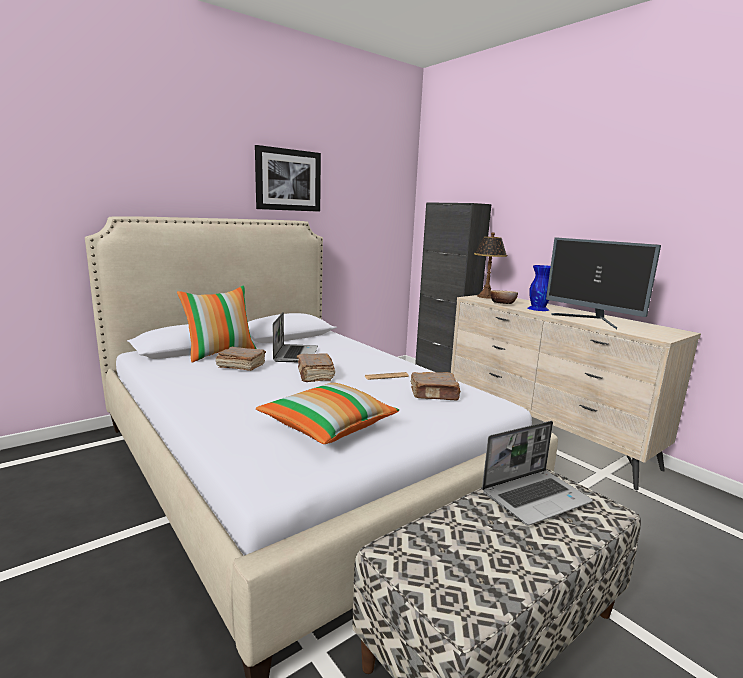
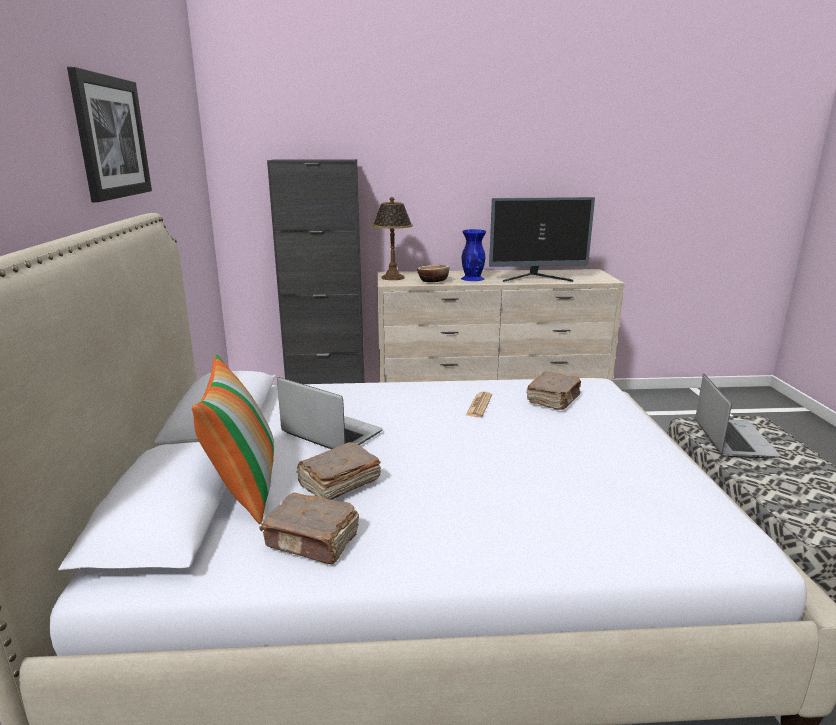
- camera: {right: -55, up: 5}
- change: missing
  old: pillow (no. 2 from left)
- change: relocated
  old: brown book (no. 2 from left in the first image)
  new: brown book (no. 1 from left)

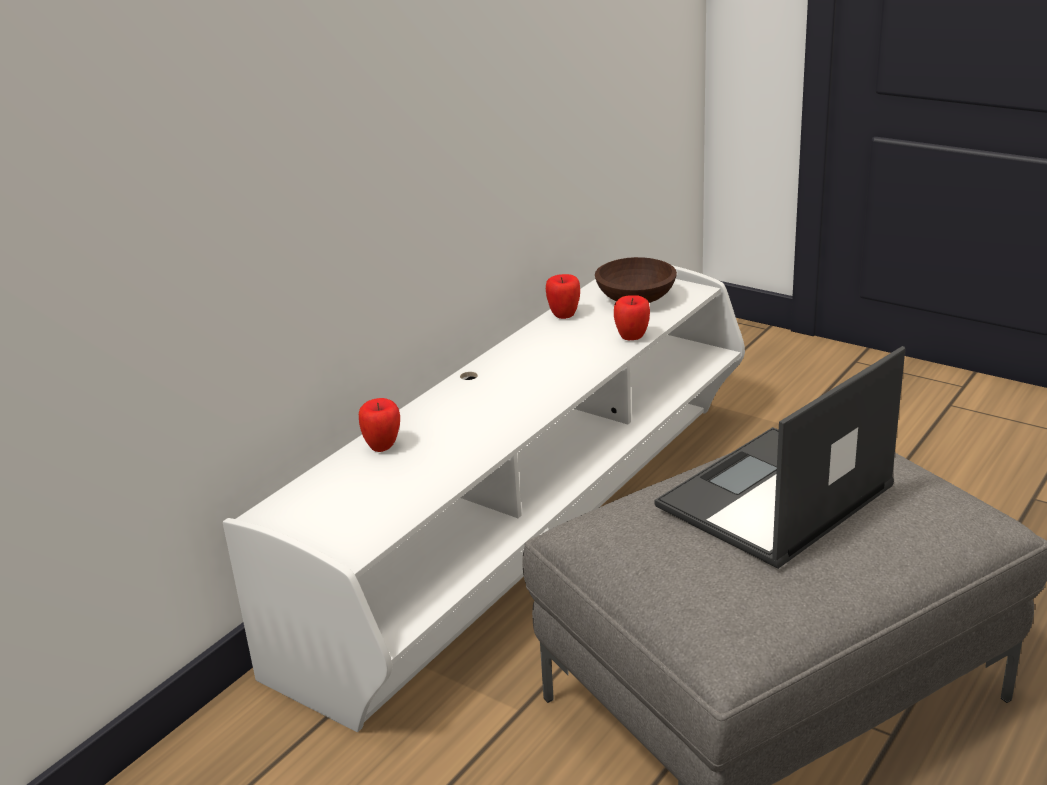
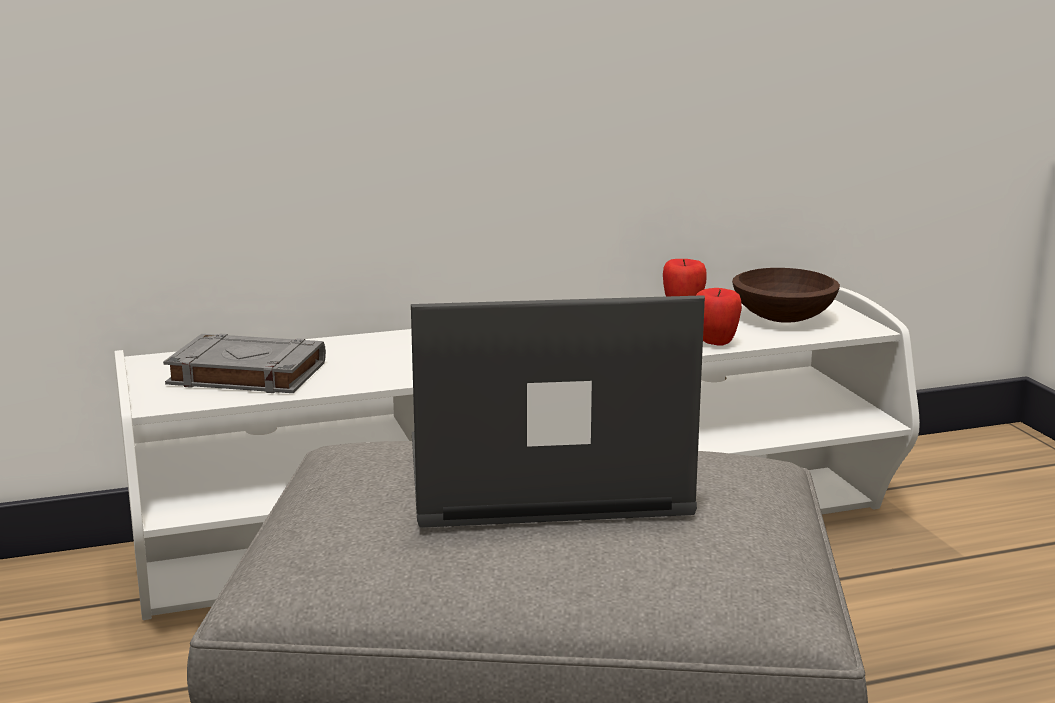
- camera: {right: 35, up: -10}
- change: missing
  old: apple (no. 1 from left)
- change: appeared
  new: grey book

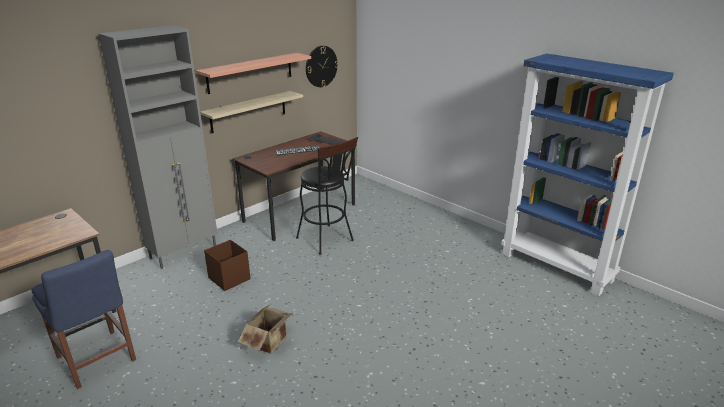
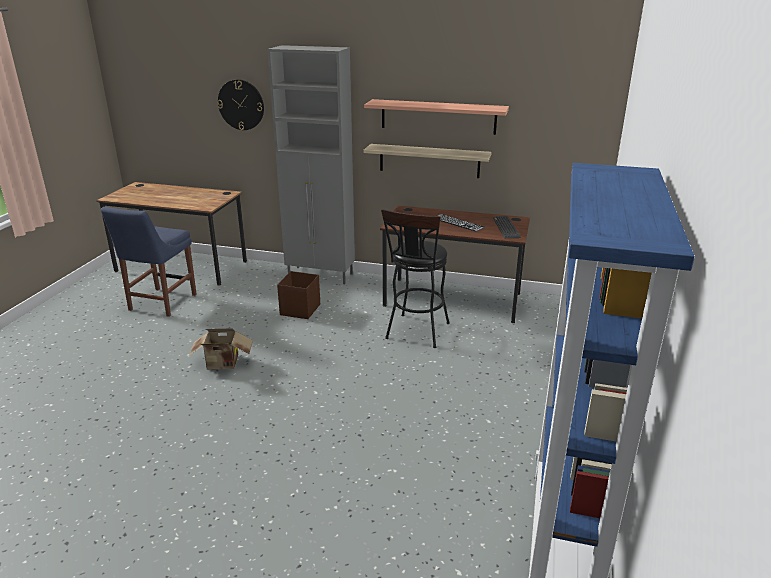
- camera: {right: 60, up: 0}
- change: relocated
  old: wall clock

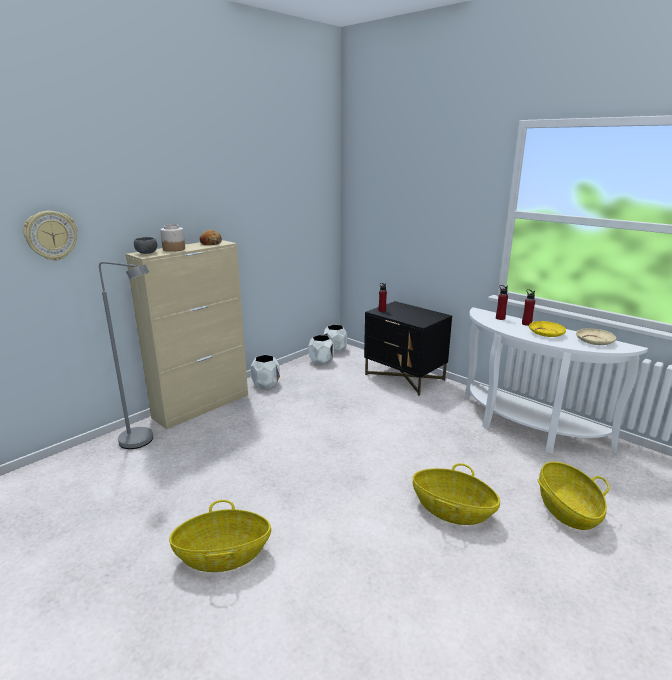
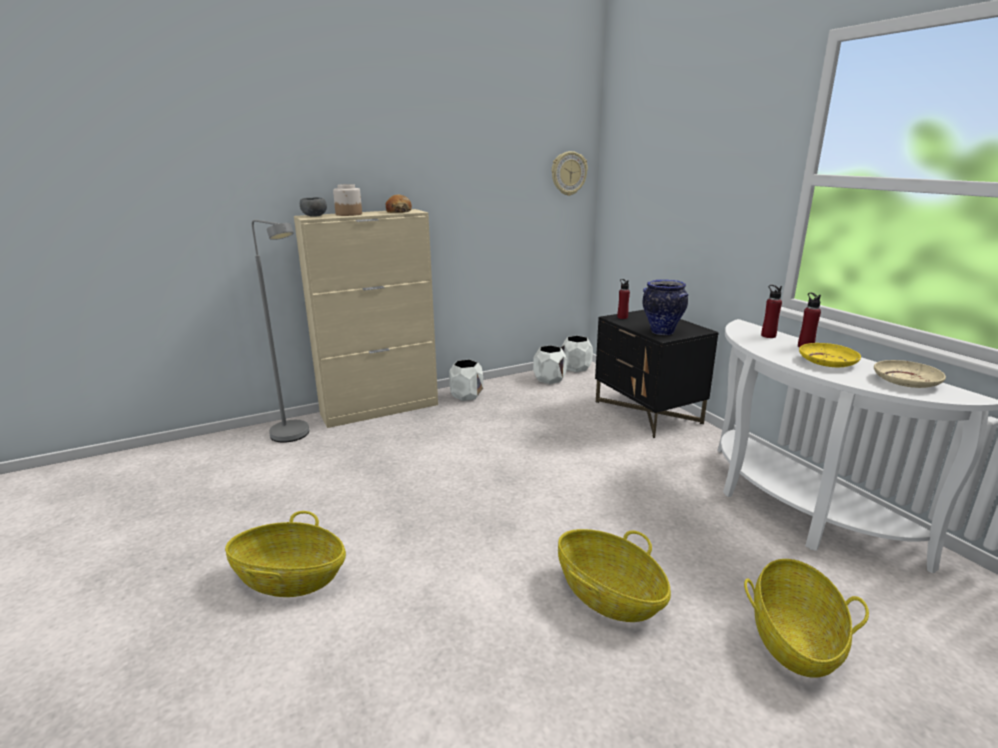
- camera: {right: 20, up: 0}
- change: appeared
  new: vase
- change: relocated
  old: wall clock

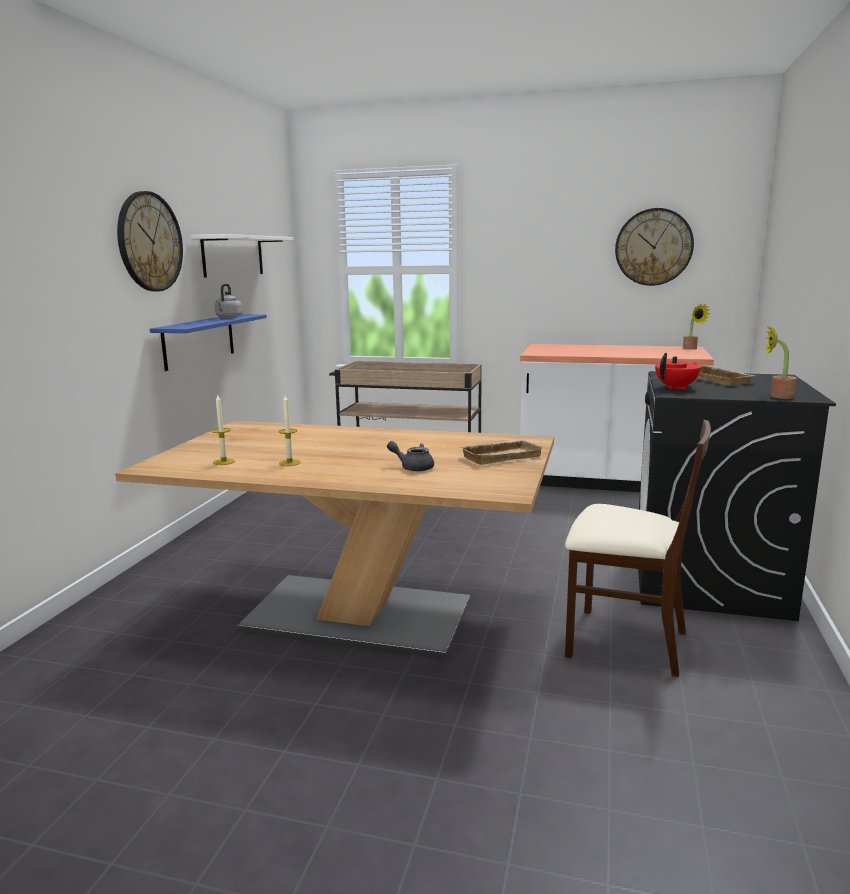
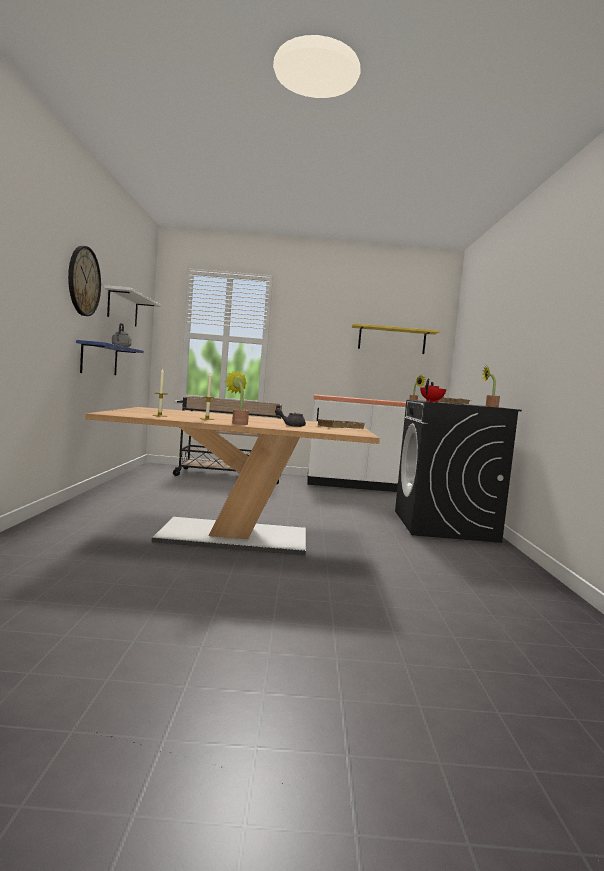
- camera: {right: -15, up: -10}
- change: missing
  old: beige chair
- change: appeared
  new: potted plant (no. 1 from left)
- change: exchanged
  old: wall clock (no. 2 from left)
  new: yellow shelf

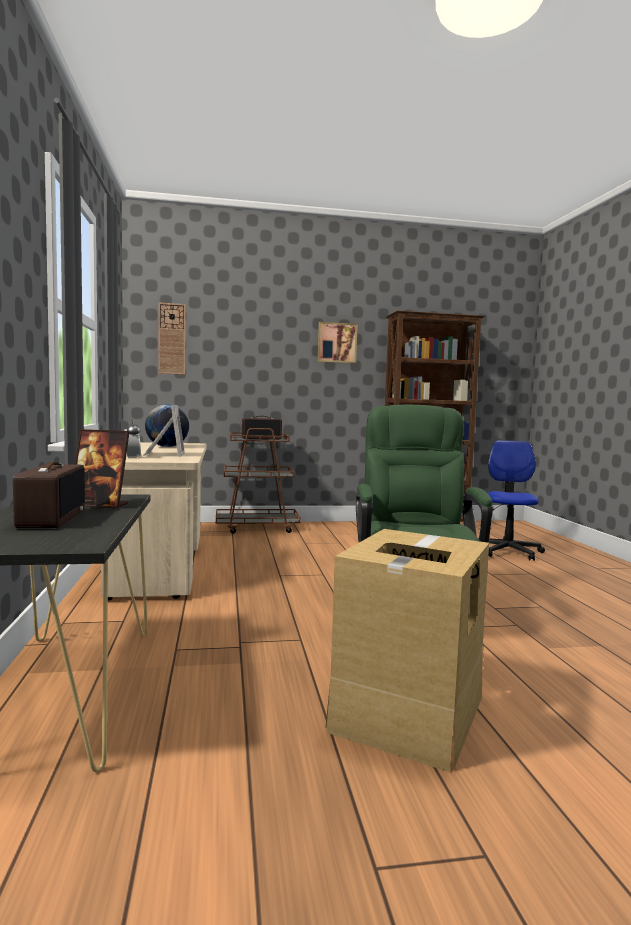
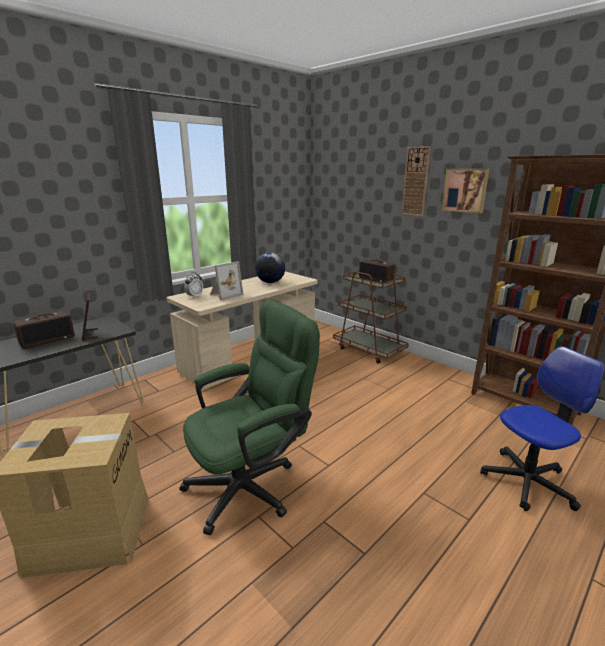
- camera: {right: 55, up: 15}
- change: relocated
  old: wall clock

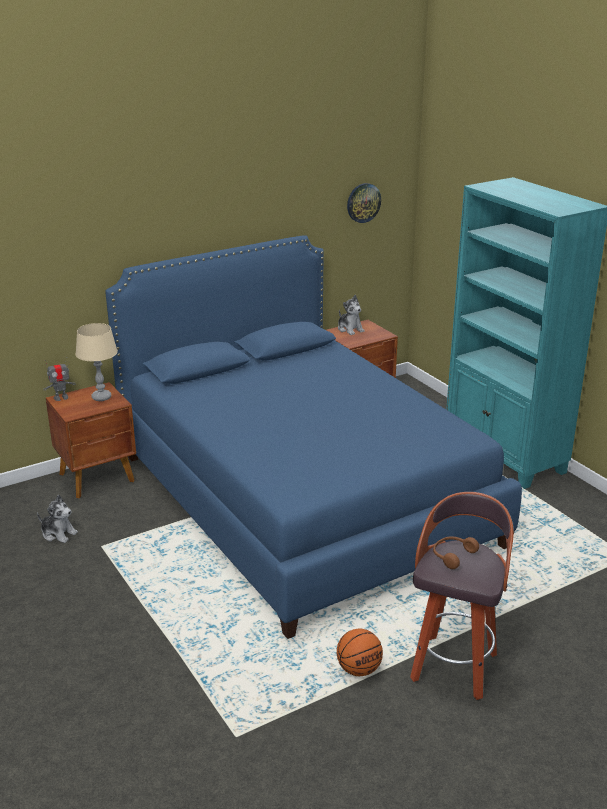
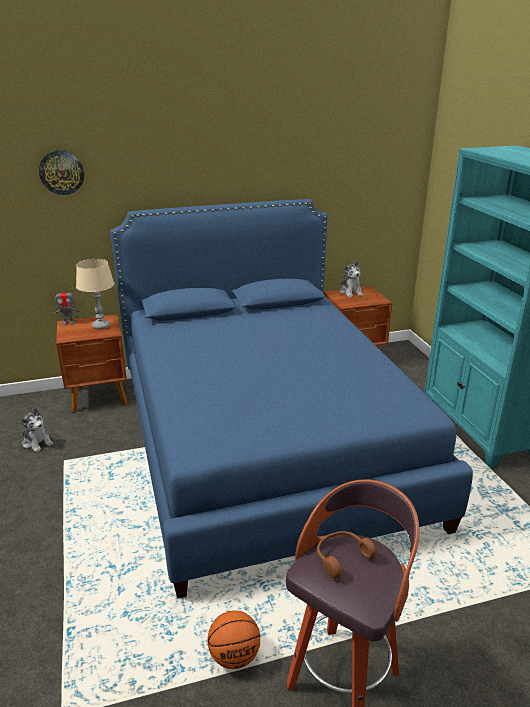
- camera: {right: 15, up: 0}
- change: relocated
  old: wall clock

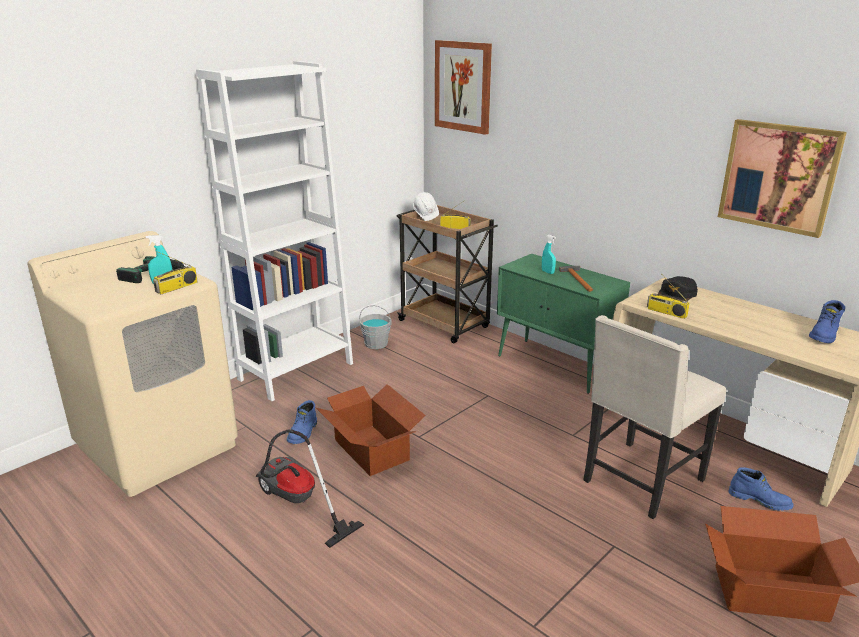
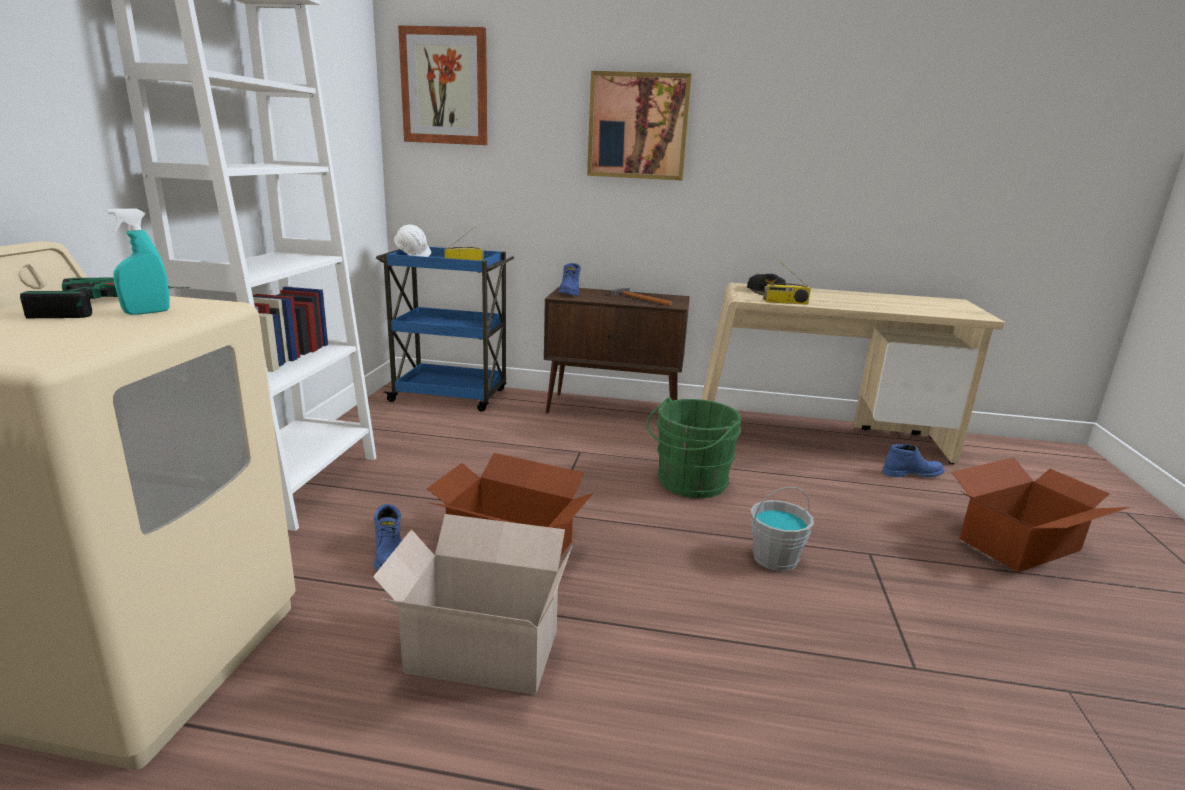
- camera: {right: -35, up: -5}
- change: missing
  old: radio (no. 1 from left)
- change: missing
  old: turquoise spray bottle (no. 2 from left)
- change: missing
  old: beige chair
- change: appeared
  new: green bucket
- change: relocated
  old: grey bucket
- change: relocated
  old: picture (no. 2 from left)
- change: relocated
  old: blue boot (no. 3 from left in the first image)
  new: blue boot (no. 2 from left)
- change: exchanged
  old: vacuum cleaner
  new: cardboard box (no. 1 from left)
- change: colour
  old: brown cart
  new: blue cart
- change: colour
  old: green cabinet
  new: brown cabinet

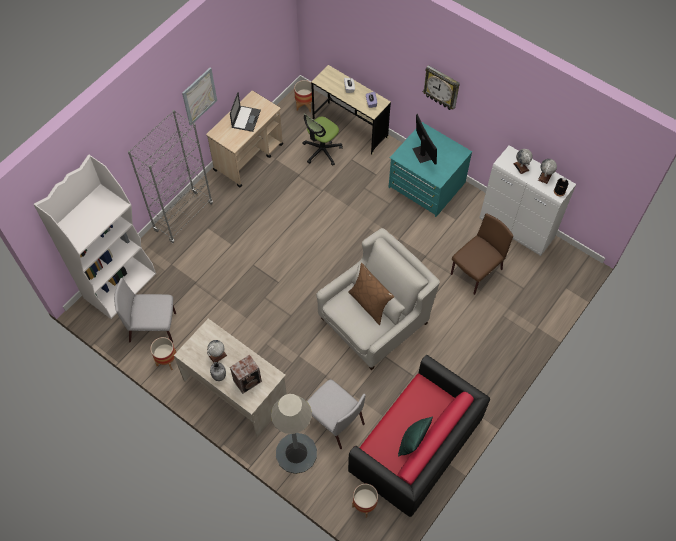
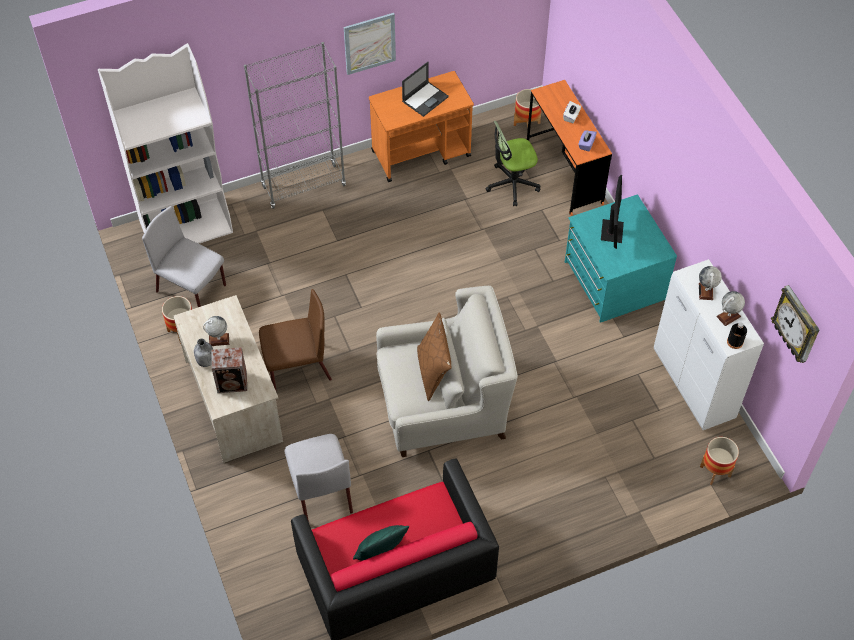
- camera: {right: 30, up: -5}
- change: missing
  old: grey floor lamp
- change: relocated
  old: planter (no. 3 from left)
- change: relocated
  old: wall clock
- change: relocated
  old: brown chair
- change: colour
  old: beige cart
  new: orange cart
- change: colour
  old: beige desk (no. 2 from left)
  new: orange desk

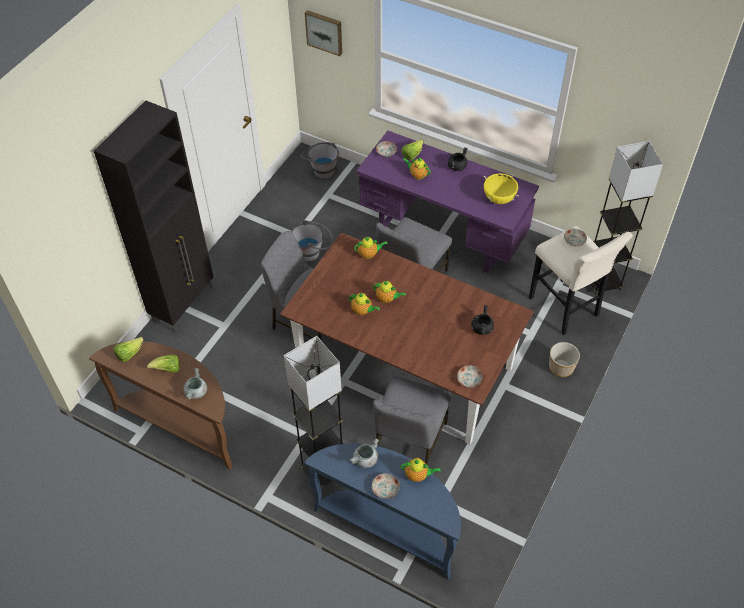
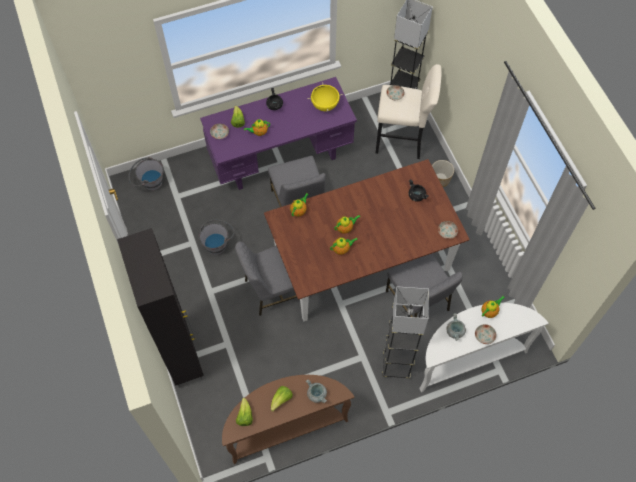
- camera: {right: -50, up: 10}
- change: missing
  old: picture
- change: colour
  old: blue console table
  new: white console table

